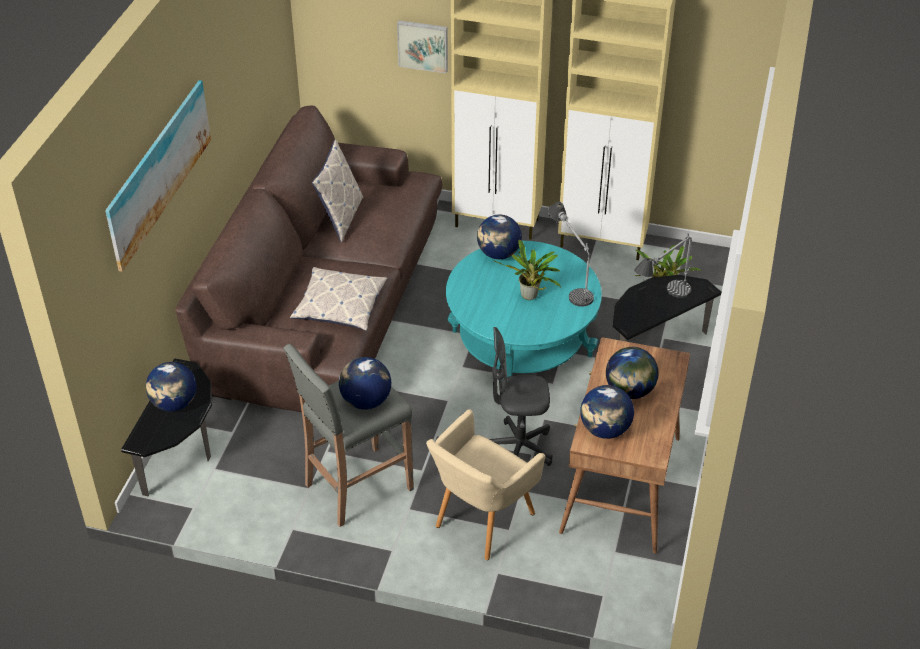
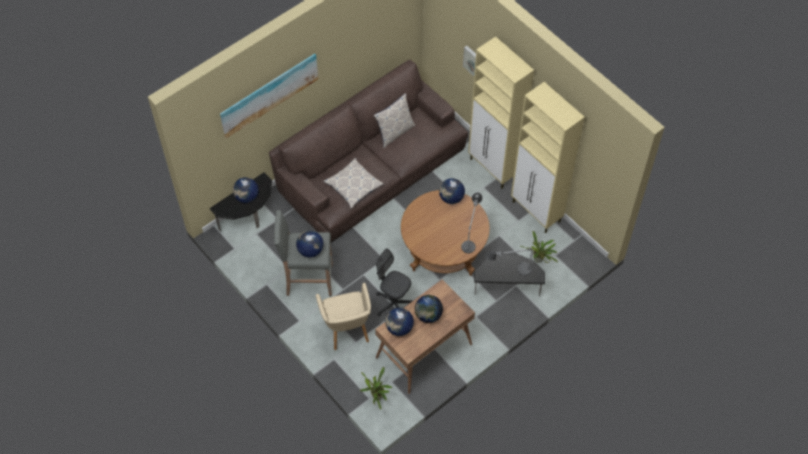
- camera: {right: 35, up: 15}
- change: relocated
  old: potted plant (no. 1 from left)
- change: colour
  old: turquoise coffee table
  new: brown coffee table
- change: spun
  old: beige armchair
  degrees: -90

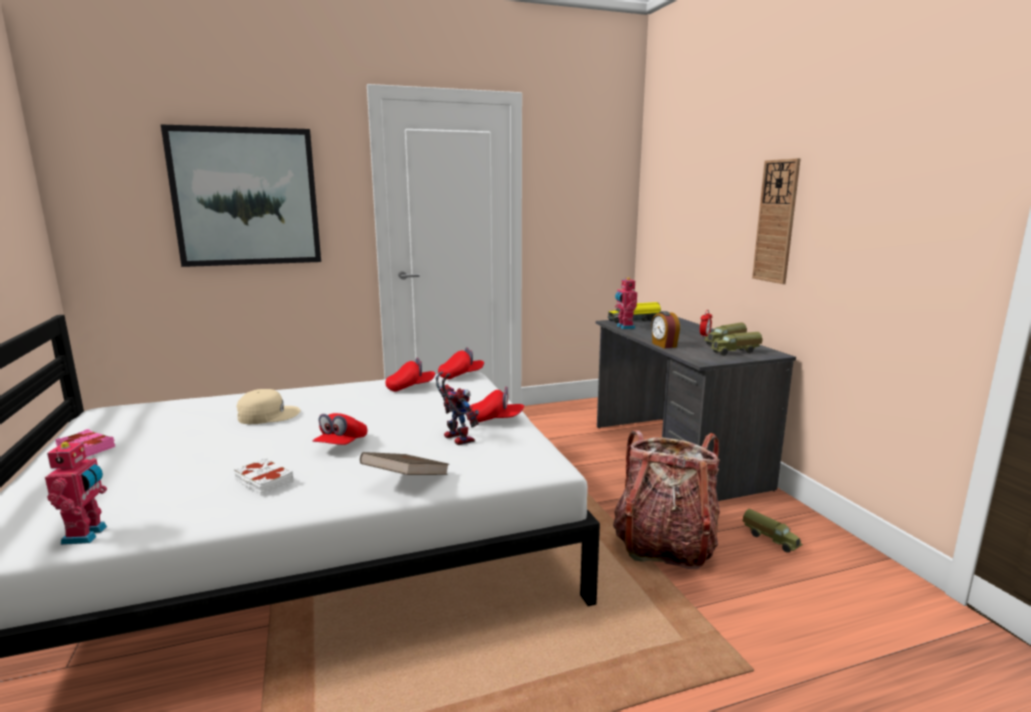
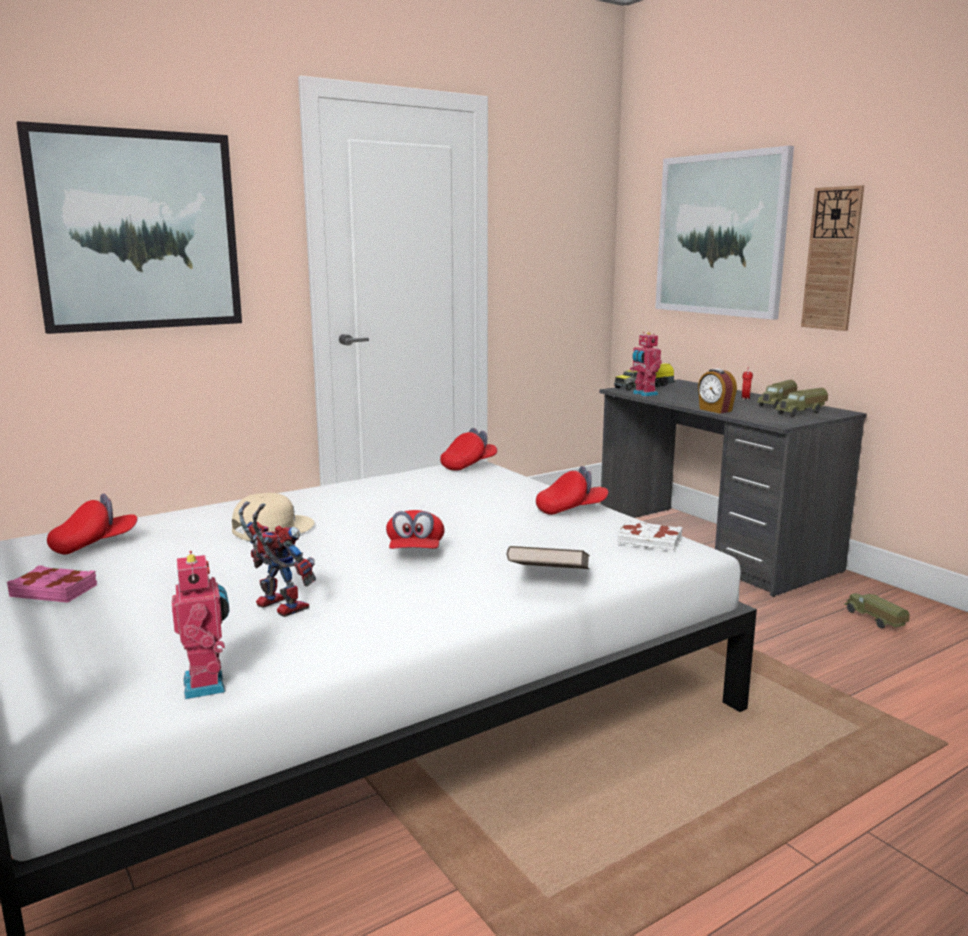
- camera: {right: -15, up: 0}
- change: missing
  old: backpack
- change: appeared
  new: picture (no. 2 from left)
- change: relocated
  old: white book
- change: relocated
  old: red cap (no. 2 from left in the first image)
  new: red cap (no. 1 from left)
- change: relocated
  old: toy robot (no. 2 from left)
- change: spun
  old: toy truck (no. 4 from left)
  degrees: -150

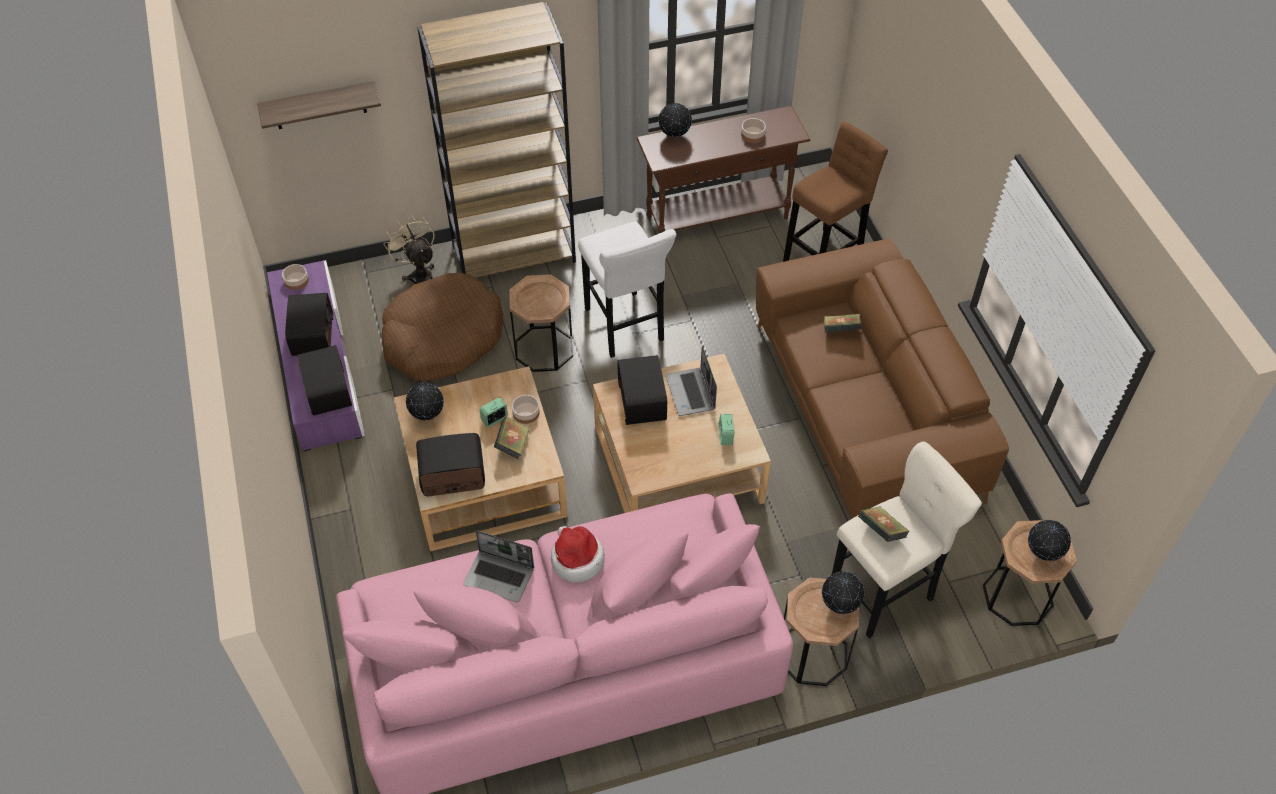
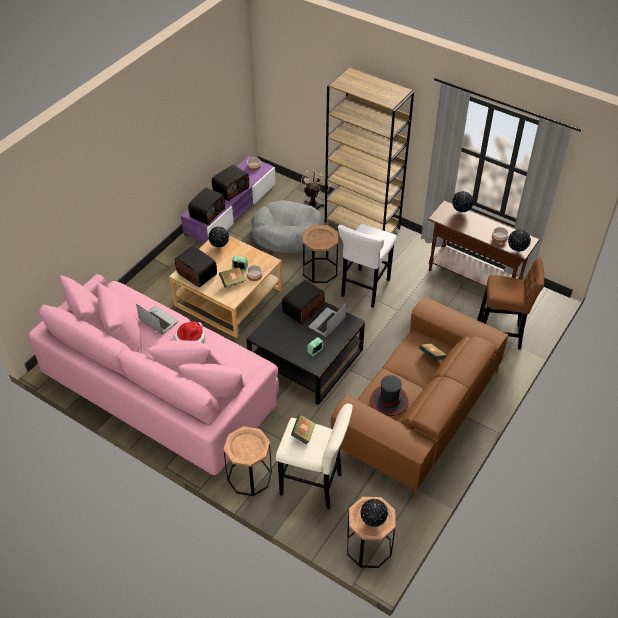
- camera: {right: 50, up: -5}
- change: missing
  old: shelf
- change: appeared
  new: hat (no. 2 from left)
- change: relocated
  old: globe (no. 3 from left in the first image)
  new: globe (no. 4 from left)
- change: colour
  old: brown dog bed
  new: grey dog bed
- change: colour
  old: beige coffee table (no. 2 from left)
  new: black coffee table
- change: spun
  old: laptop (no. 1 from left)
  degrees: 150

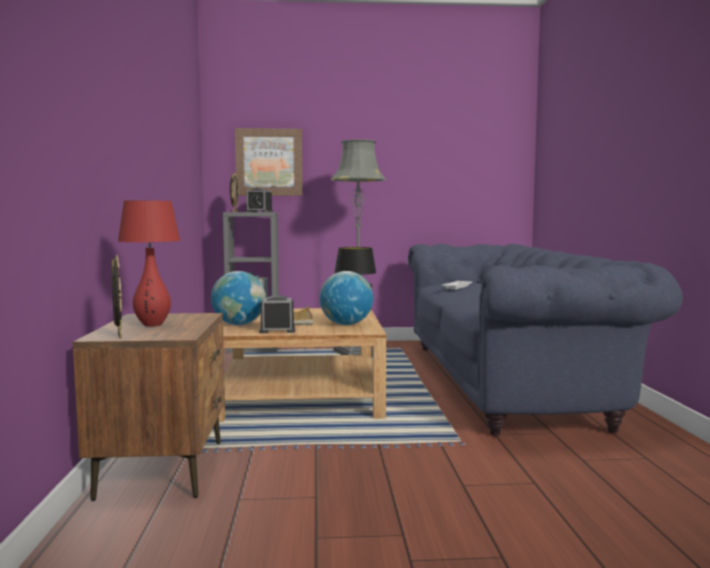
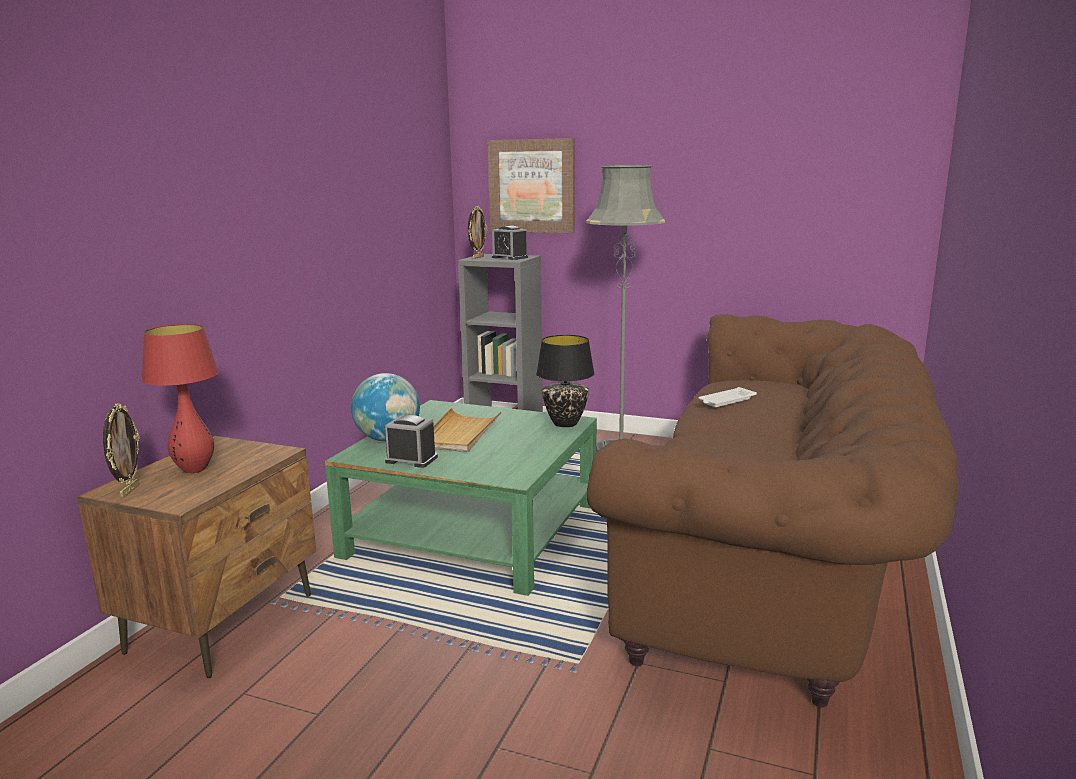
- camera: {right: 25, up: 10}
- change: missing
  old: globe (no. 2 from left)
- change: colour
  old: beige coffee table
  new: green coffee table
- change: colour
  old: blue sofa
  new: brown sofa

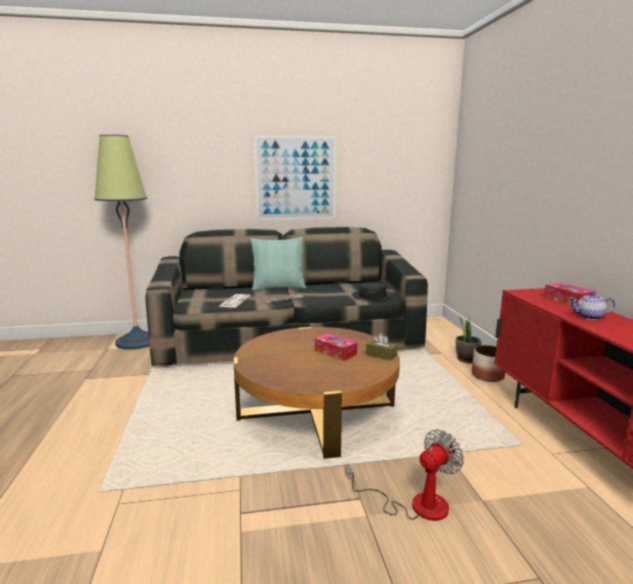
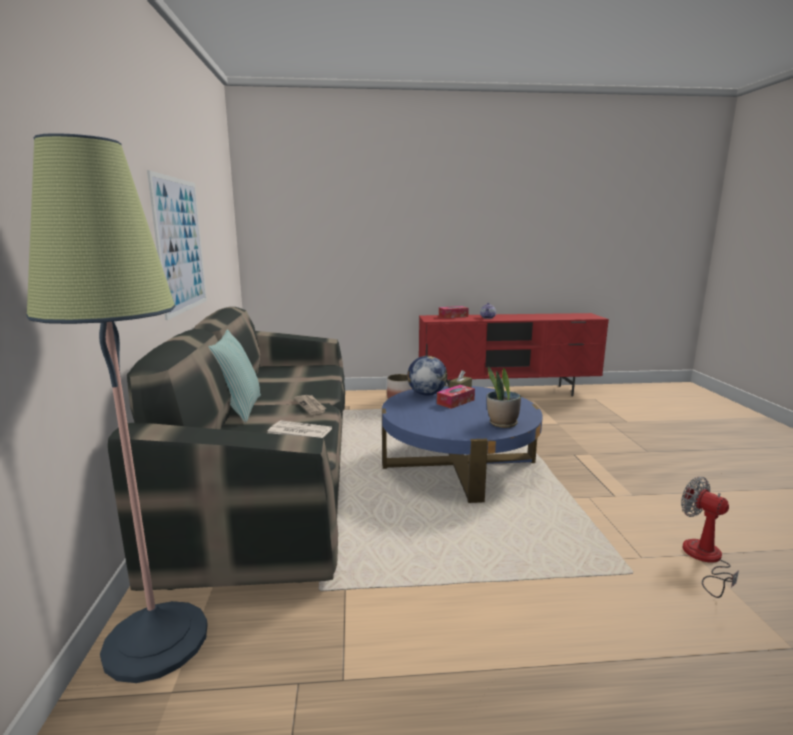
- camera: {right: -85, up: 0}
- change: missing
  old: black hat
- change: appeared
  new: globe
- change: relocated
  old: fan
- change: relocated
  old: potted plant
- change: colour
  old: brown coffee table
  new: blue coffee table

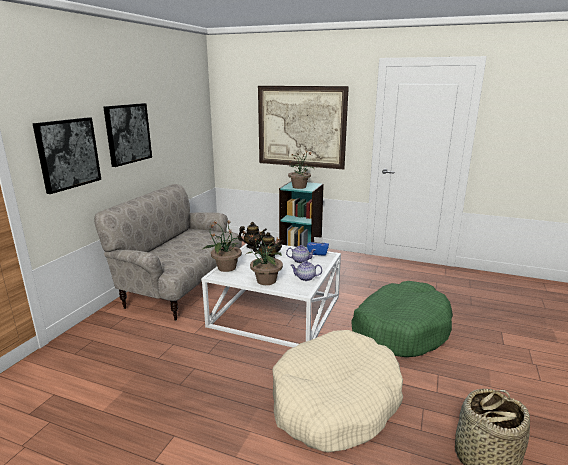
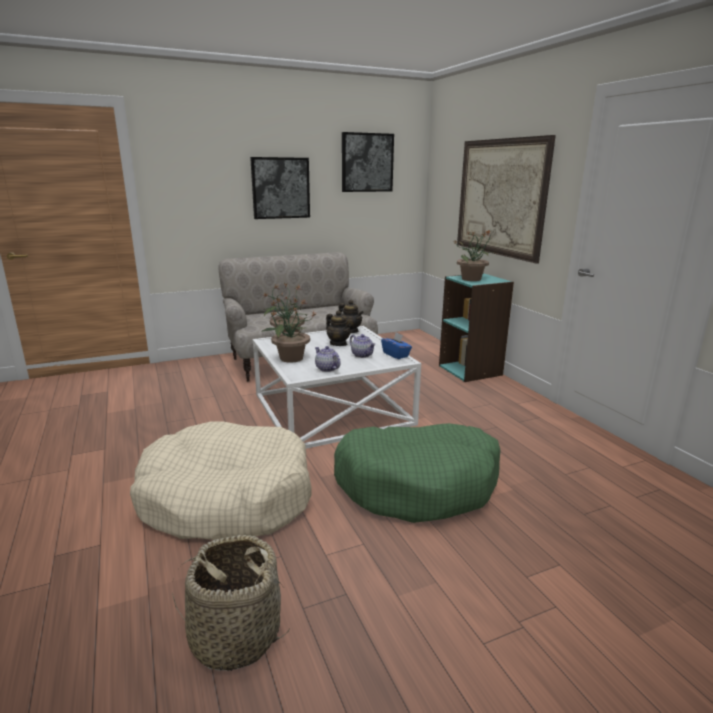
- camera: {right: 45, up: 0}
- change: relocated
  old: picture (no. 1 from left in the first image)
  new: picture (no. 2 from left)

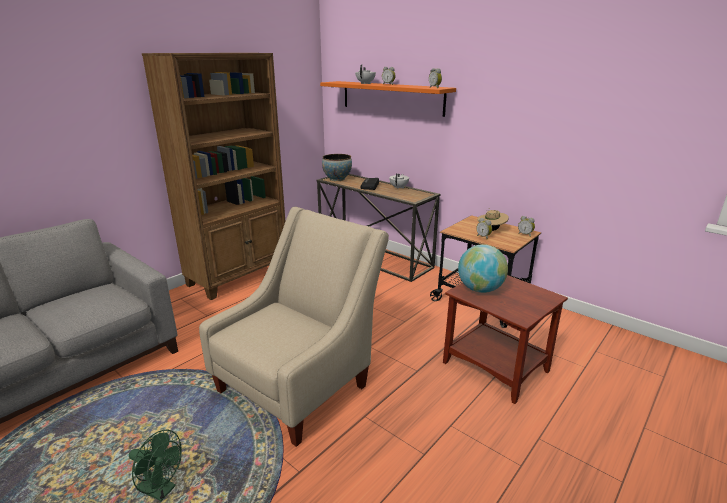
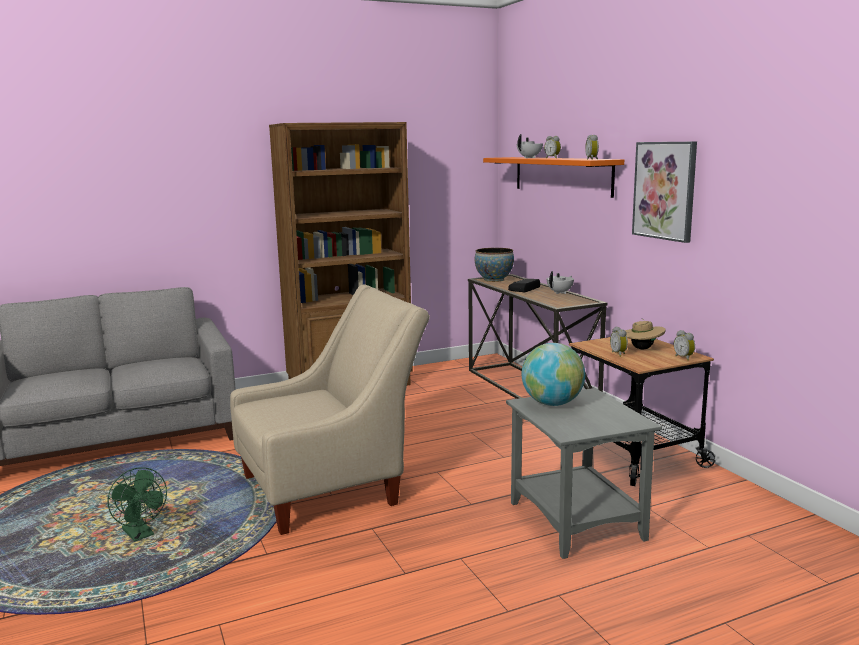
- camera: {right: 25, up: -10}
- change: appeared
  new: picture
- change: colour
  old: brown side table
  new: grey side table

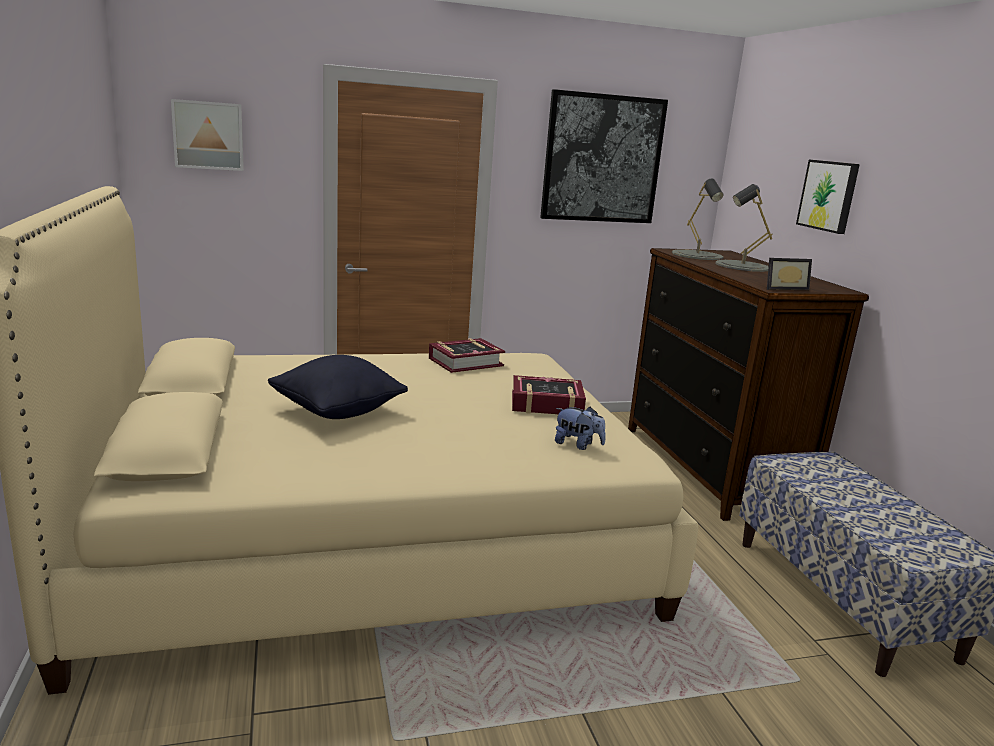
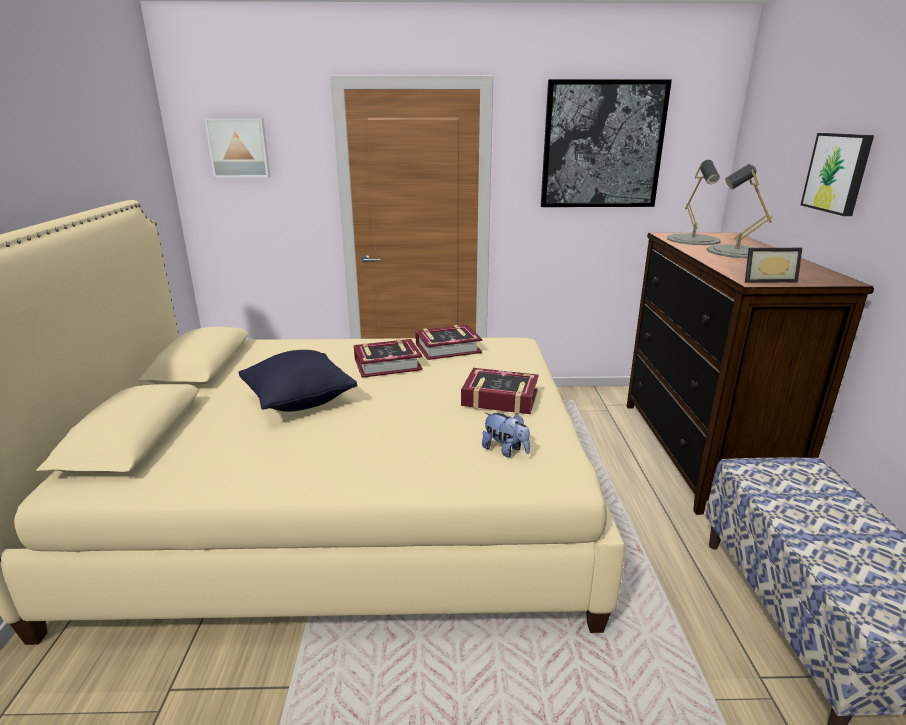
- camera: {right: 15, up: 5}
- change: appeared
  new: book (no. 1 from left)

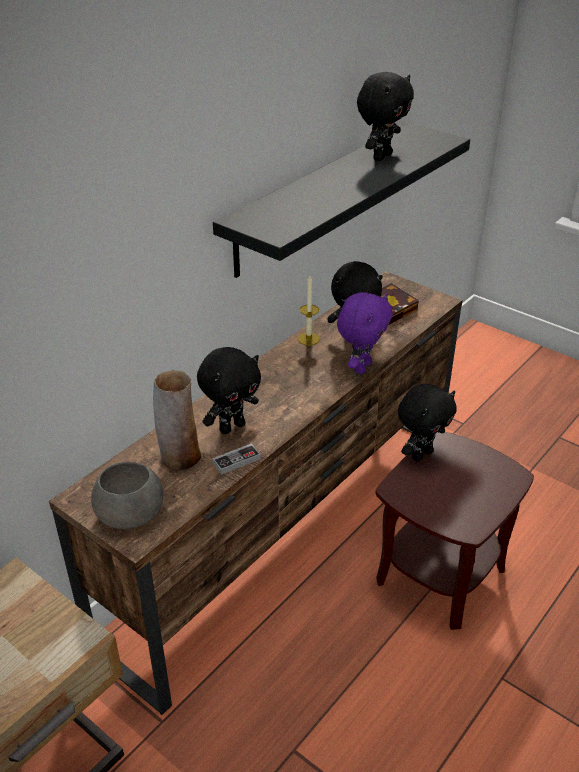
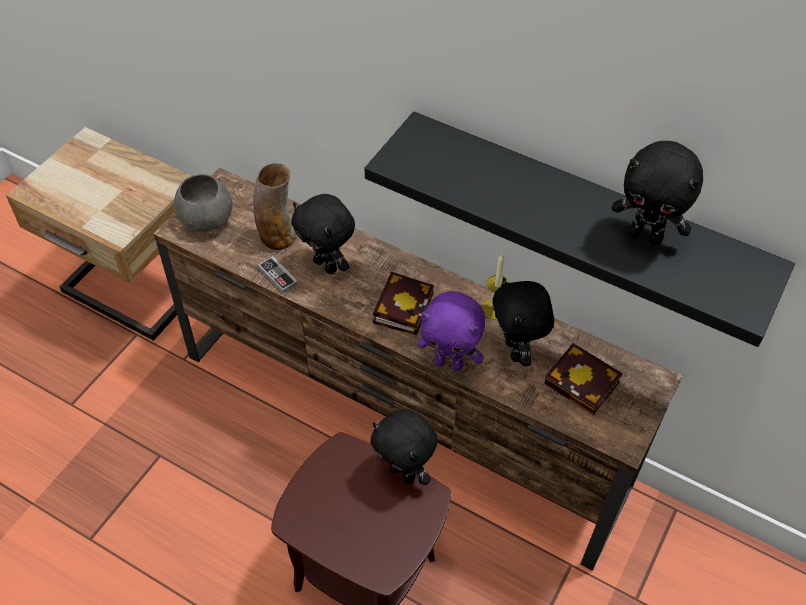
- camera: {right: 80, up: 15}
- change: appeared
  new: book (no. 1 from left)

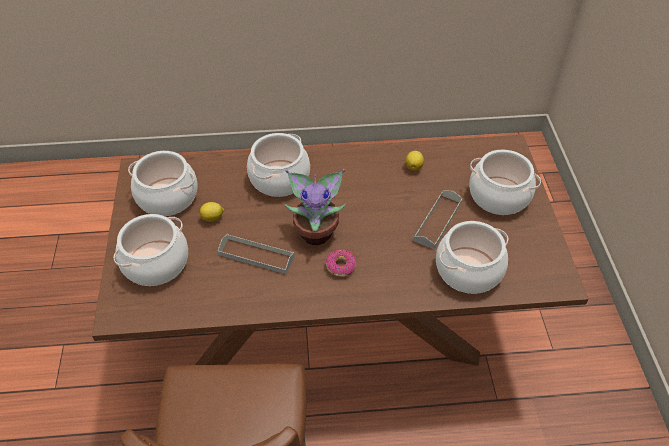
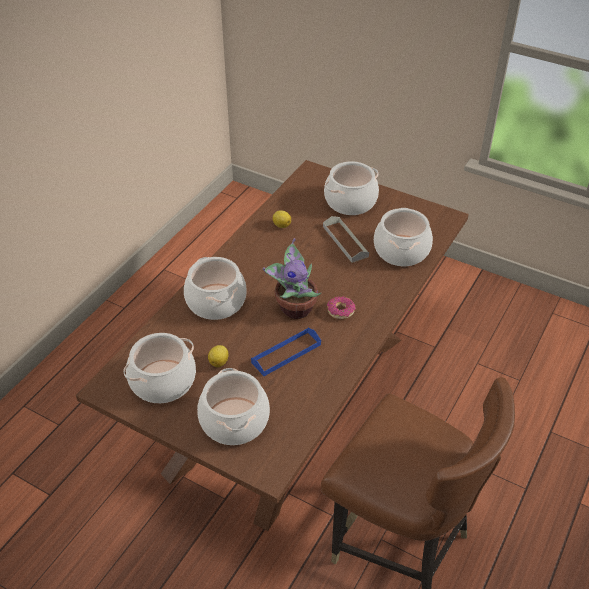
- camera: {right: -55, up: -5}
- change: colour
  old: grey tray (no. 1 from left)
  new: blue tray

